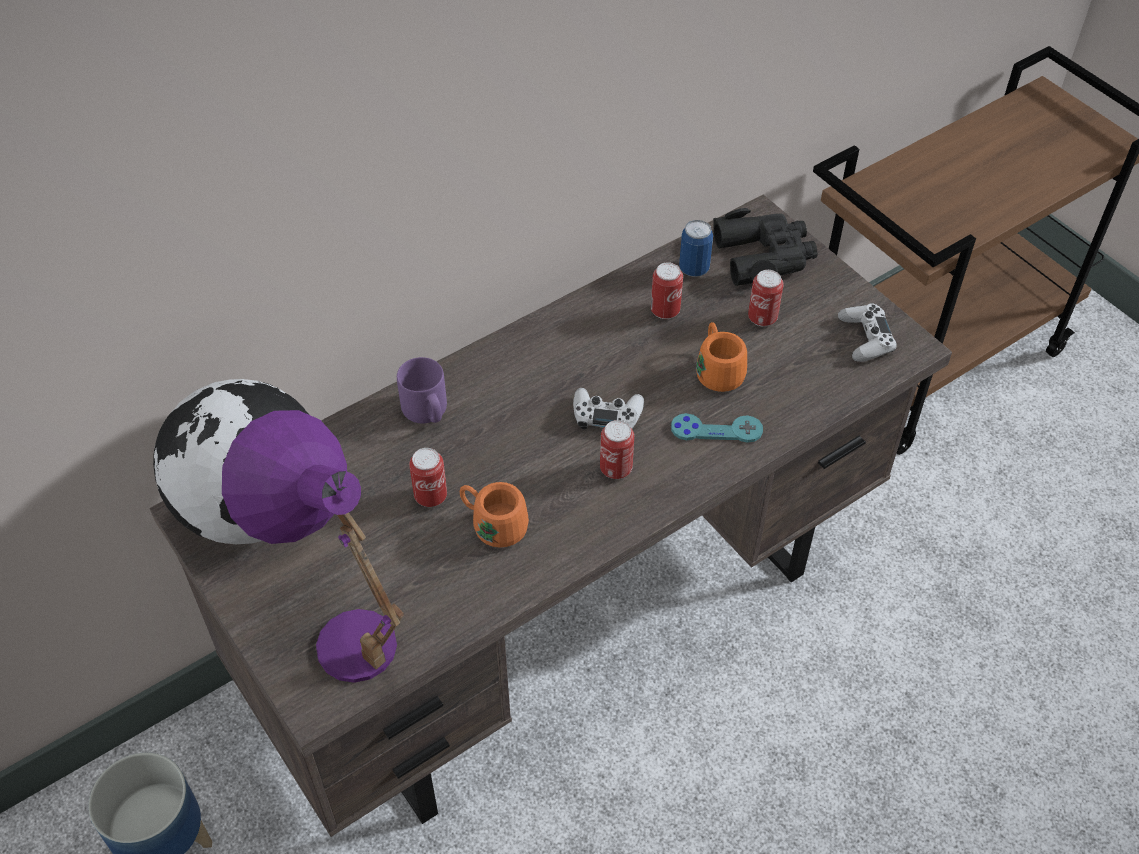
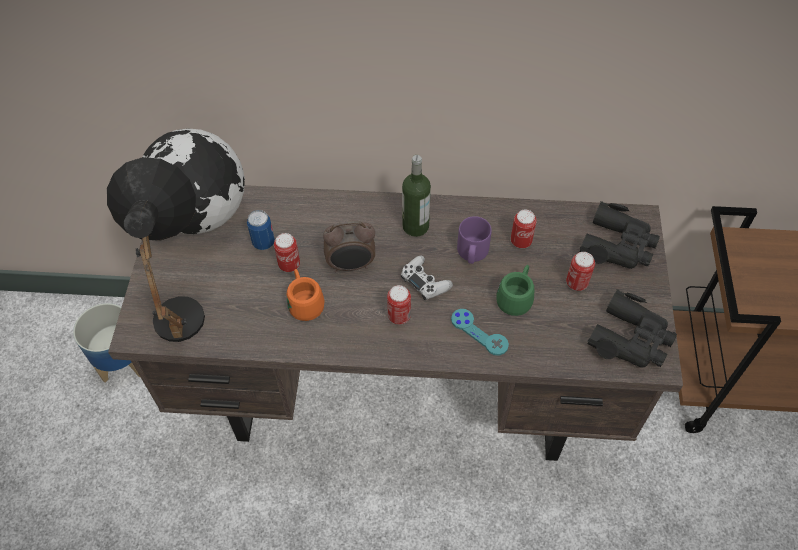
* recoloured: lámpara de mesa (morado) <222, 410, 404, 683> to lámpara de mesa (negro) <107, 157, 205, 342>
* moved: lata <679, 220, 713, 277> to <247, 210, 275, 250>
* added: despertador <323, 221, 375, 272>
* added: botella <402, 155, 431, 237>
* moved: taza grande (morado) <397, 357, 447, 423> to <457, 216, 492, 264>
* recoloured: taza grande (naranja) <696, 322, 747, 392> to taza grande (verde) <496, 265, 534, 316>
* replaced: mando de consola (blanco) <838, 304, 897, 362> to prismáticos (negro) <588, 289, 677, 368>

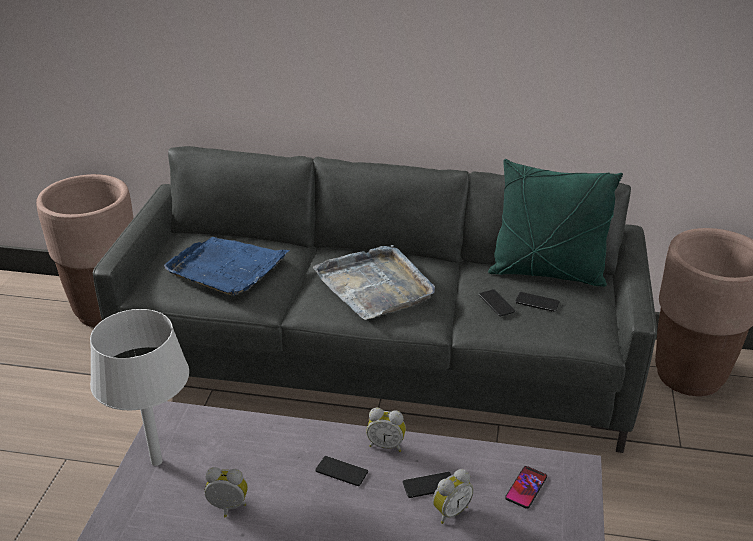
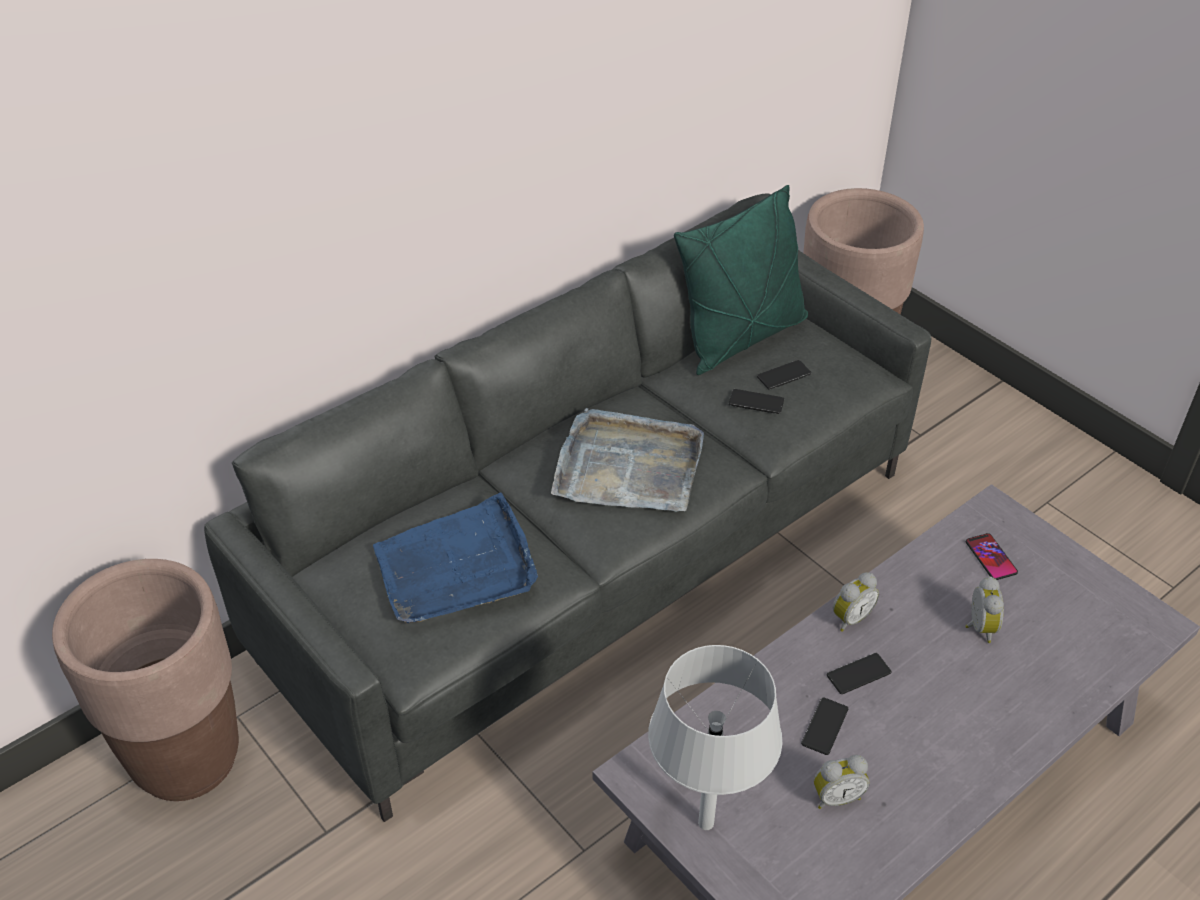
* moved: móvil <403, 472, 451, 498> to <801, 697, 848, 755>
* turned: despertador <204, 467, 248, 517> = <814, 755, 870, 809> 150 degrees counterclockwise

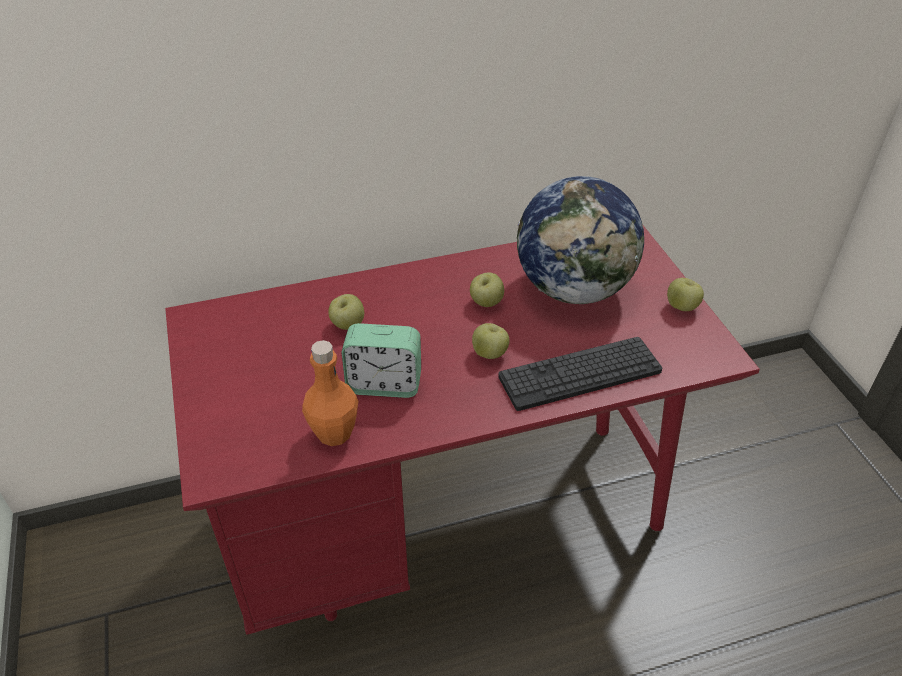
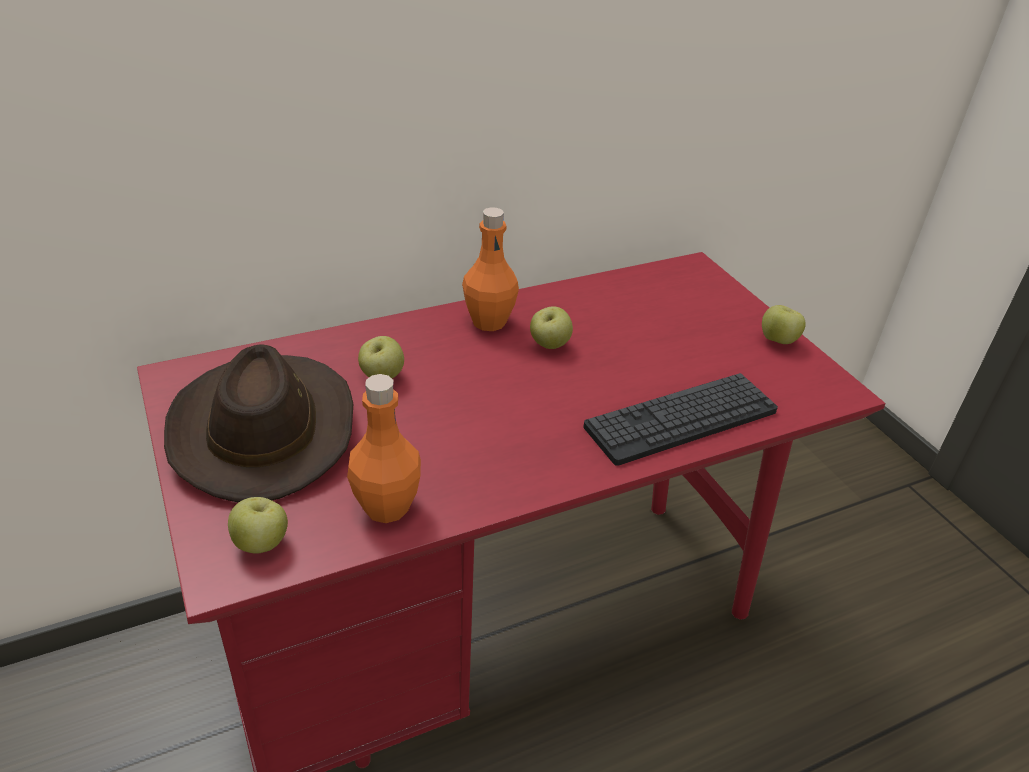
* added: sombrero (marrón) <164, 344, 353, 502>
* moved: manzana <472, 323, 509, 359> to <228, 497, 288, 554>
* added: botella (naranja) <462, 207, 519, 331>
* removed: despertador <342, 323, 421, 398>
* removed: globo terráqueo <517, 176, 644, 304>

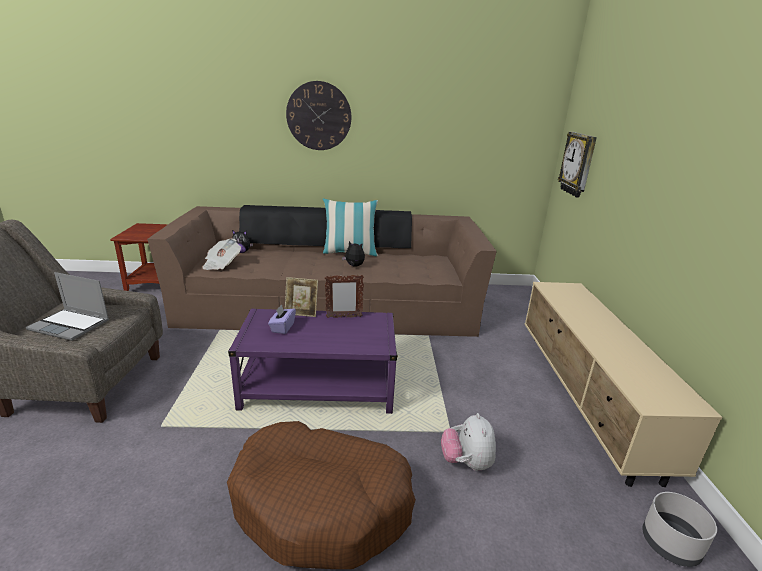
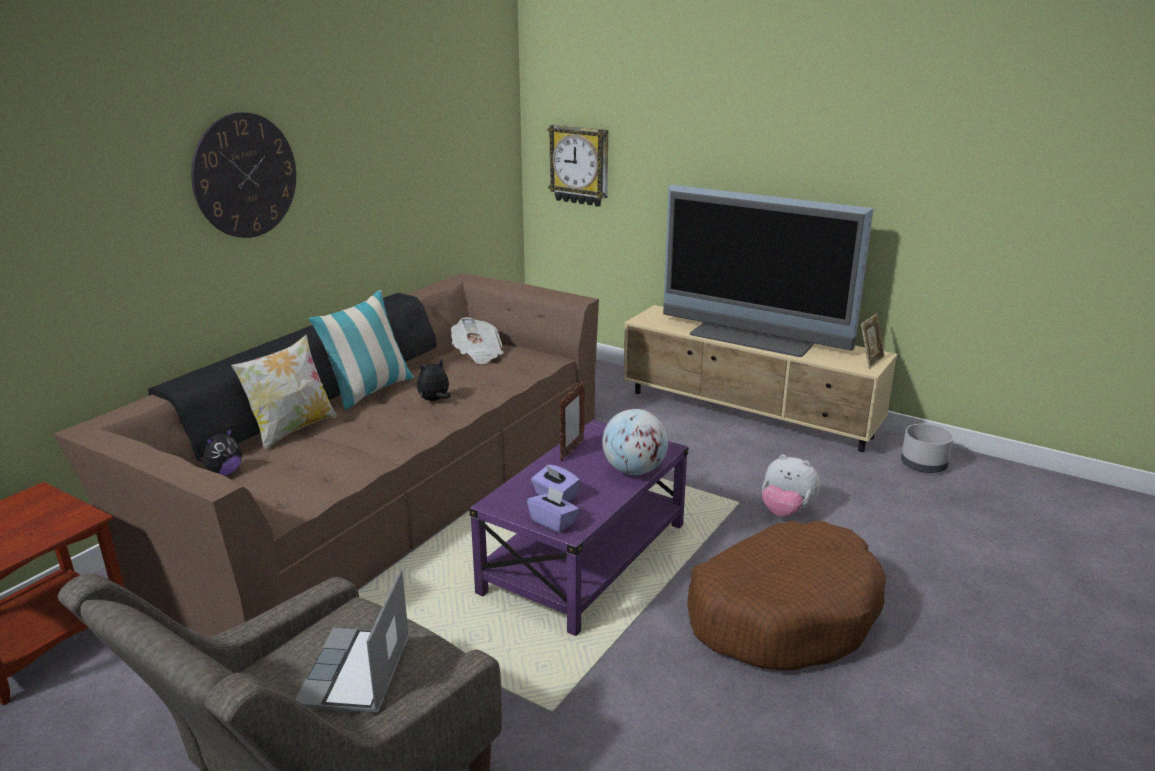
* added: cojín <231, 335, 337, 451>
* turned: portátil <26, 272, 109, 341> = <295, 569, 409, 713> 135 degrees clockwise
* moved: periódico <202, 239, 241, 270> to <451, 317, 503, 365>
* added: caja de pañuelos (morado) <527, 486, 579, 533>
* added: globo terráqueo <602, 409, 668, 475>
* added: televisor <663, 185, 874, 357>
* moved: portarretratos <285, 277, 318, 317> to <861, 314, 885, 368>

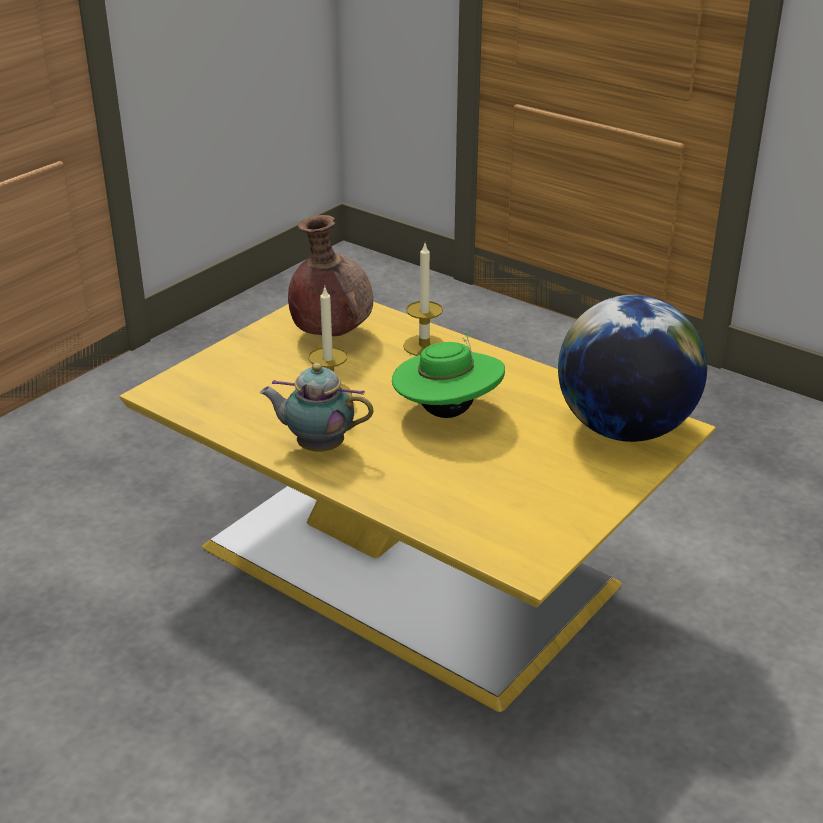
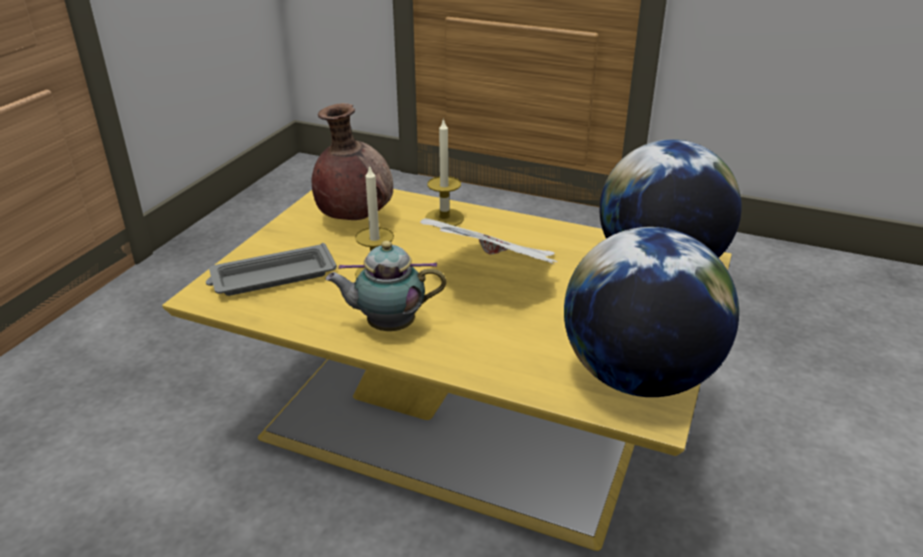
* added: bandeja (gris) <206, 243, 337, 296>
* replaced: sombrero (verde) <392, 333, 505, 418> to periódico <420, 218, 558, 264>
* added: globo terráqueo <564, 227, 739, 397>

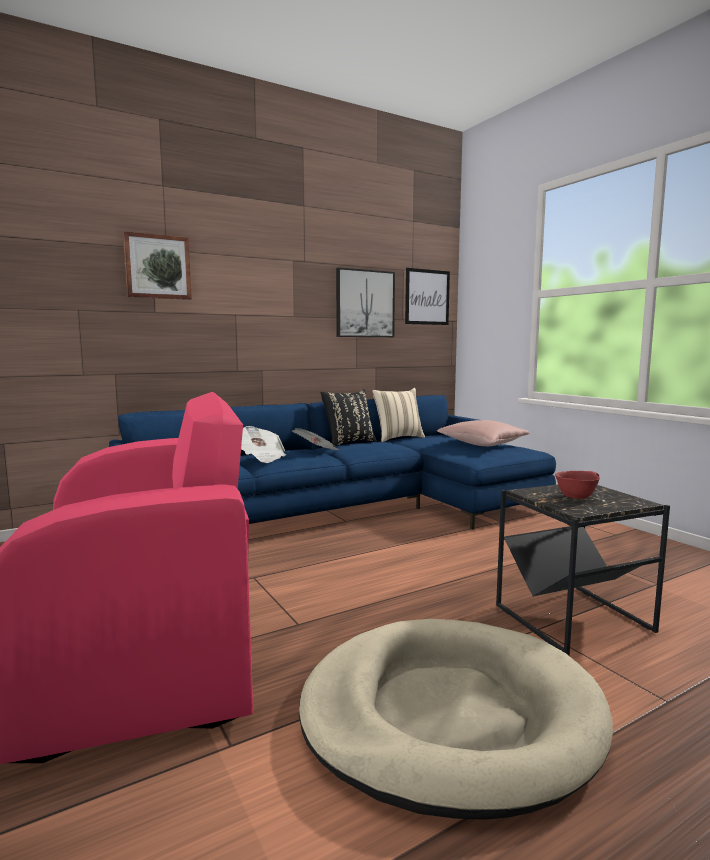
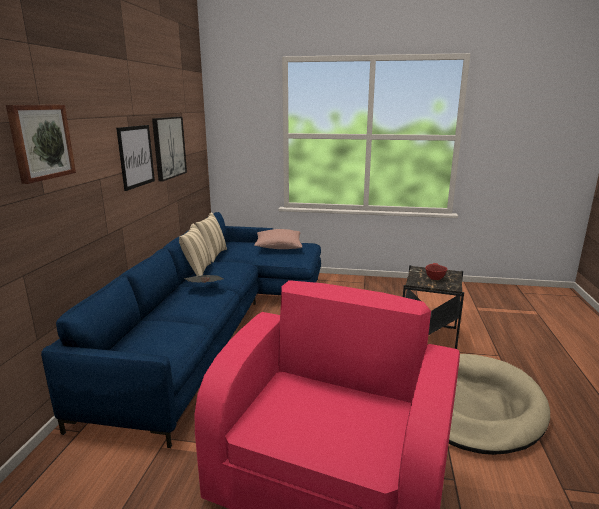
* moved: cuadro <405, 268, 450, 325> to <116, 125, 155, 191>
* recoloured: cojín (negro) <321, 389, 377, 447> to cojín (beis) <179, 224, 211, 276>
* removed: periódico <241, 426, 286, 463>

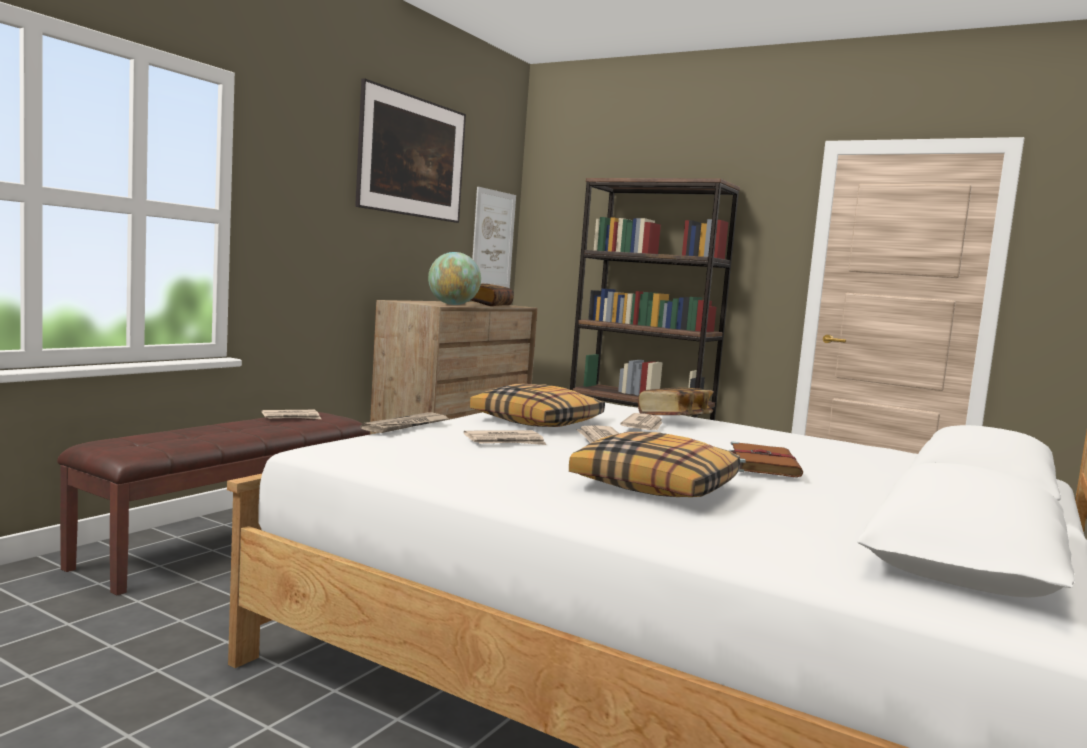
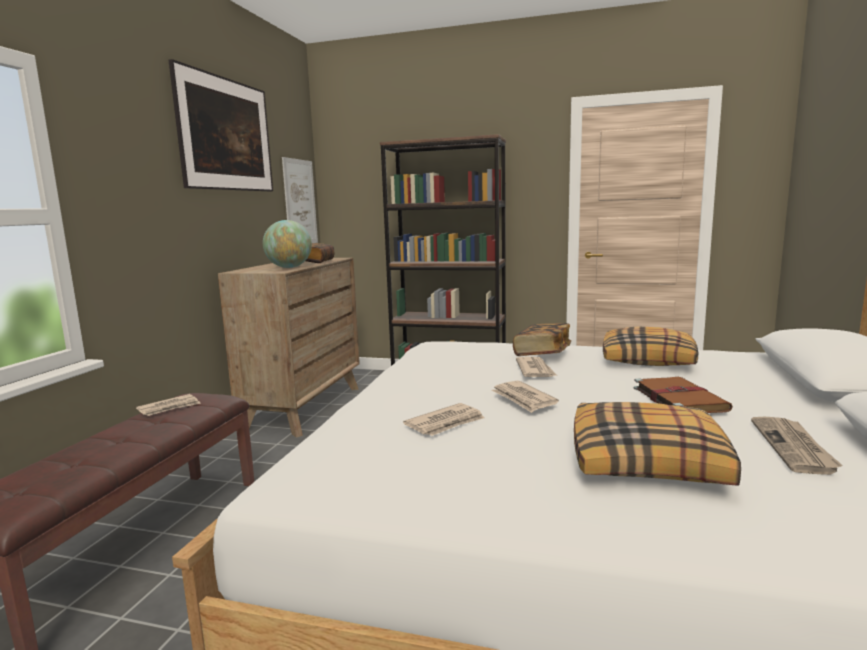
* moved: cojín <470, 383, 605, 427> to <603, 327, 698, 366>
* moved: periódico <360, 412, 450, 433> to <751, 417, 843, 475>

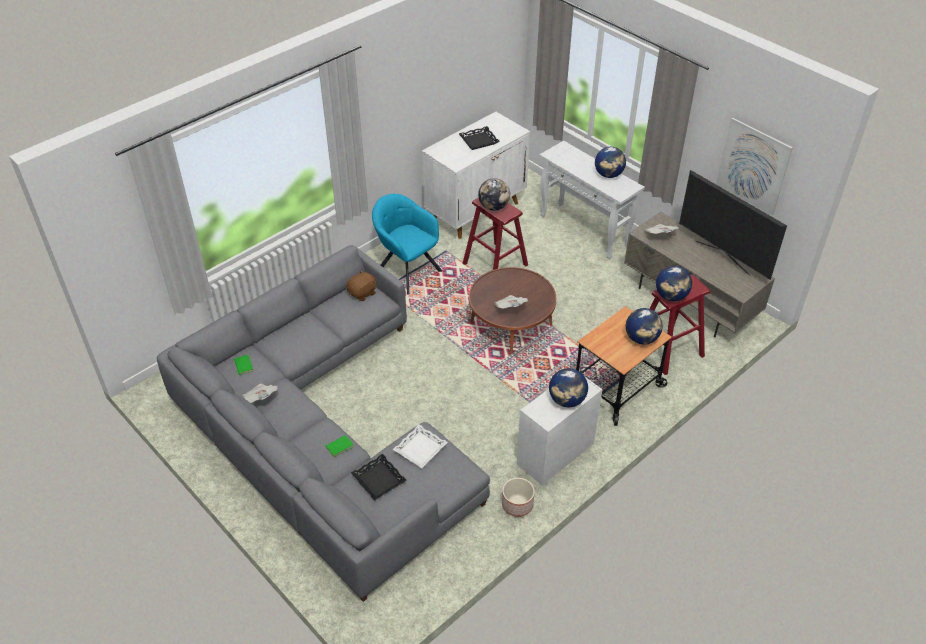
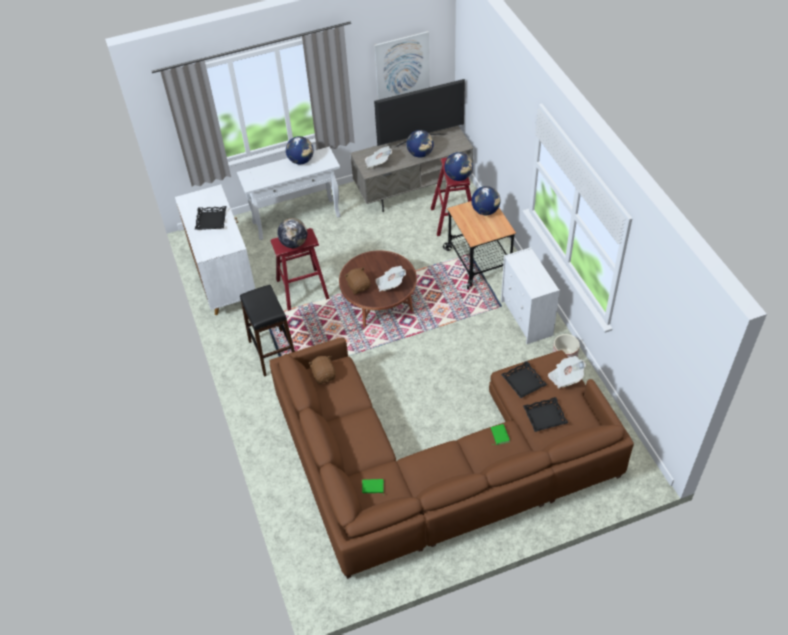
* replaced: sillón (turquesa) <372, 194, 443, 295> to taburete (negro) <240, 285, 295, 377>
* recoloured: sofá (gris) <157, 245, 490, 602> to sofá (marrón) <269, 337, 634, 579>
* added: peluche (marrón) <344, 267, 370, 294>
* moved: globo terráqueo <549, 368, 588, 407> to <406, 130, 434, 158>
* recoloured: bandeja (blanco) <393, 424, 448, 468> to bandeja (negro) <501, 361, 547, 398>
* moved: periódico <242, 384, 278, 403> to <548, 356, 586, 388>

